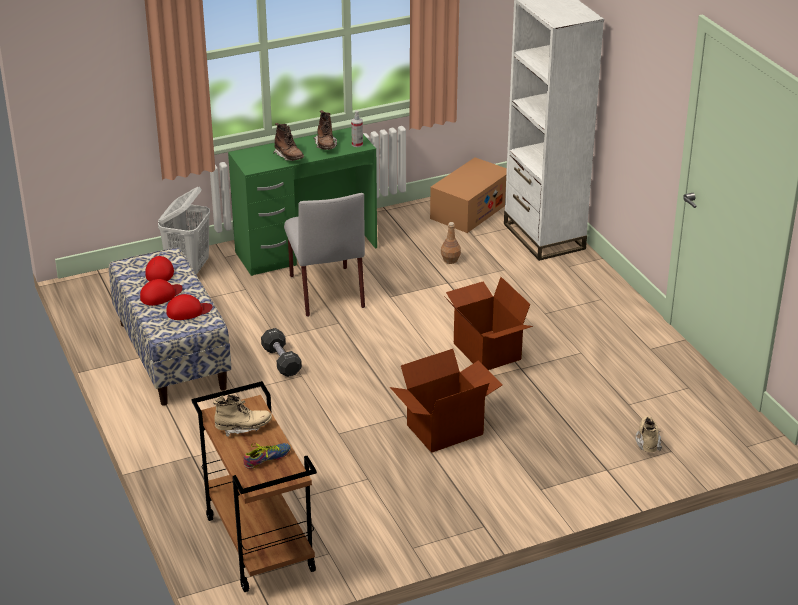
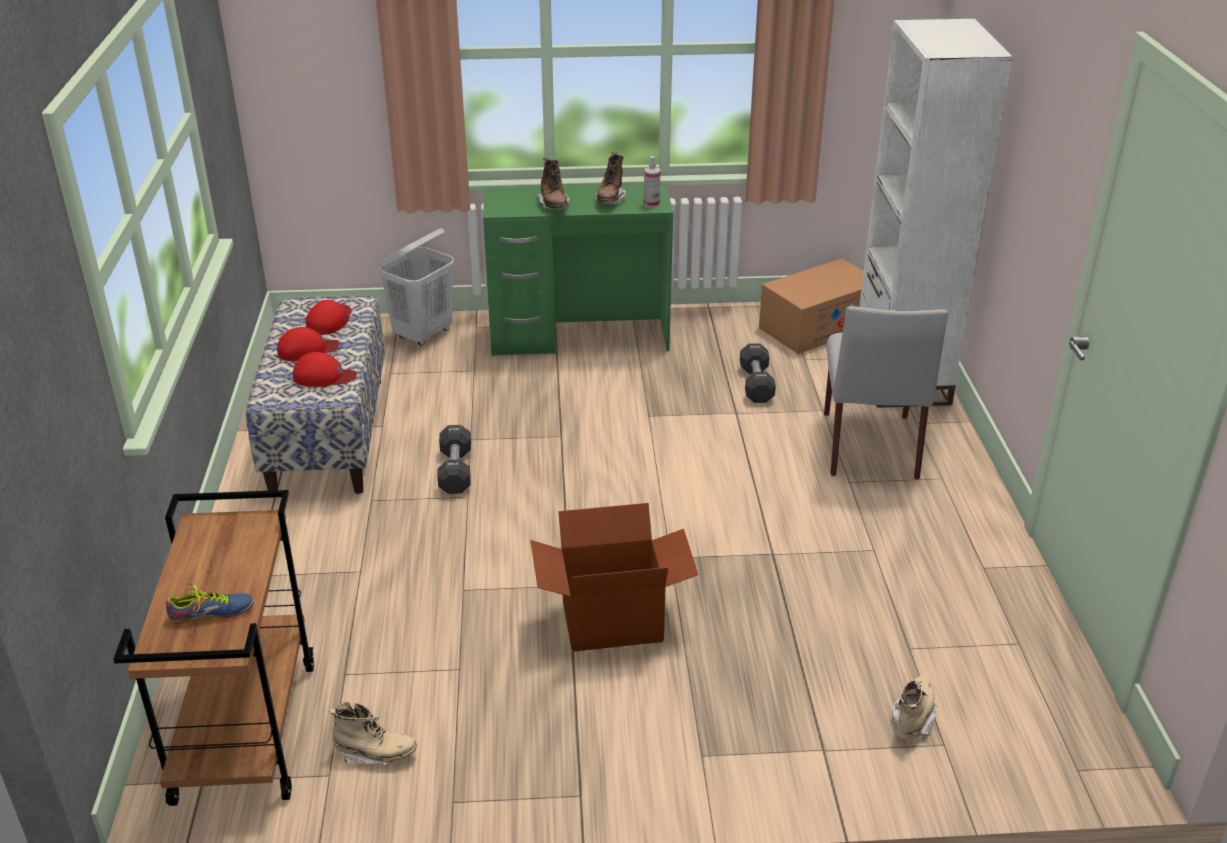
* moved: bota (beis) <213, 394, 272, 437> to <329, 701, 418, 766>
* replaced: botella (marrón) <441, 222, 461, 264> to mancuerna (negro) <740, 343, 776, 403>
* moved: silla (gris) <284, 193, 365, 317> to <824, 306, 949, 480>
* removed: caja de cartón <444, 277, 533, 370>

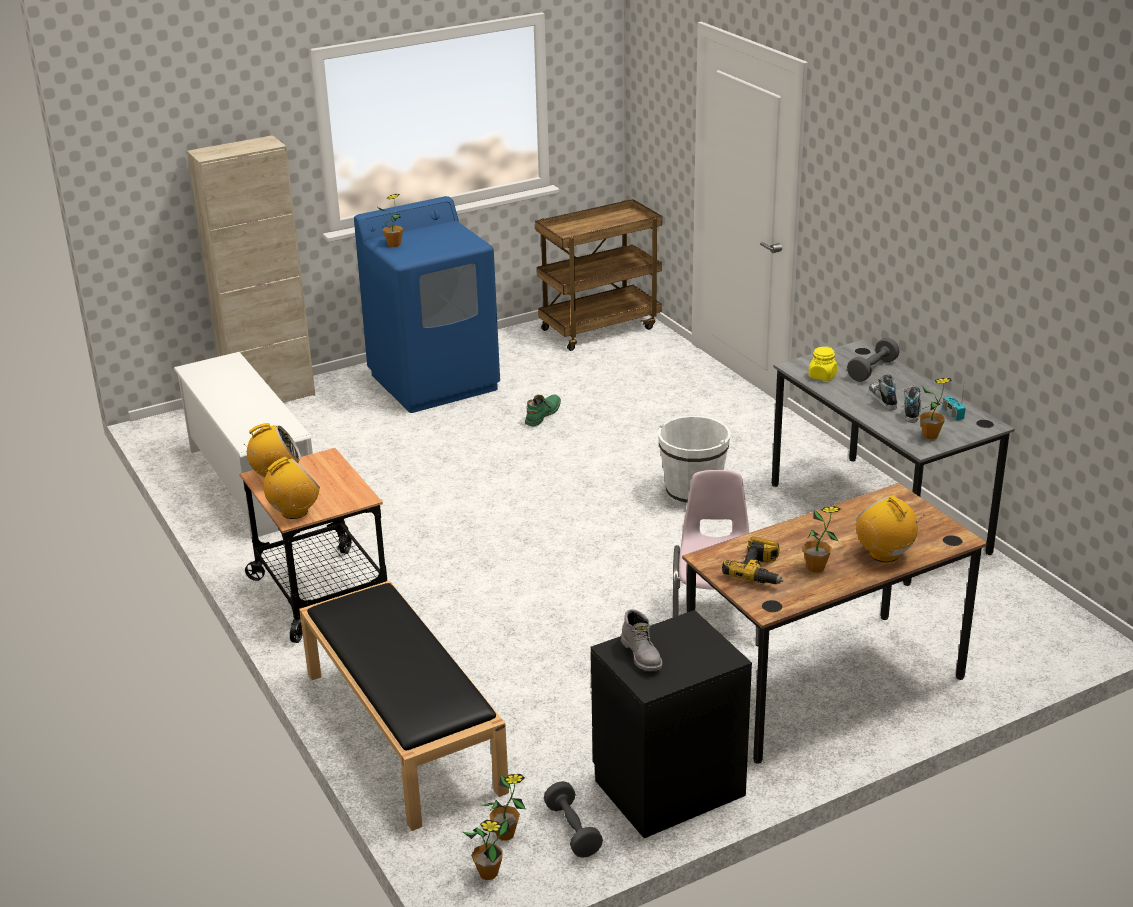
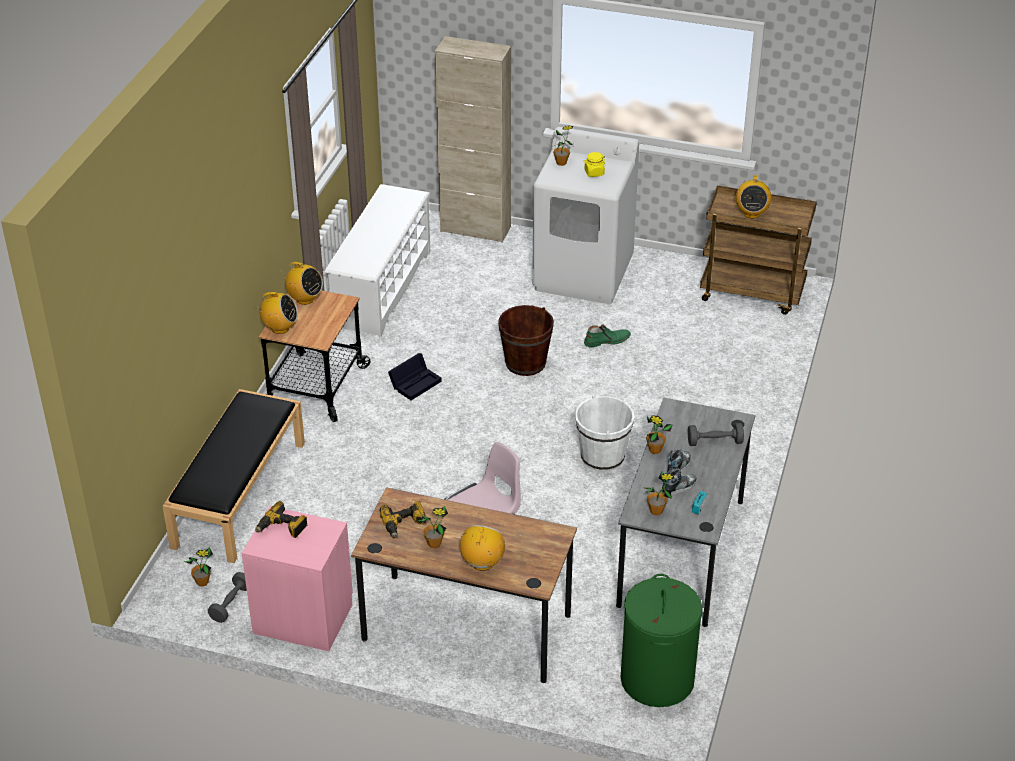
* recoloured: mesita de noche (negro) <591, 610, 752, 838> to mesita de noche (rosa) <242, 506, 353, 651>
* replaced: bota (gris) <621, 609, 662, 671> to taladro <255, 501, 308, 538>
* added: caja de almacenaje (negro) <388, 353, 442, 400>
* added: cubo (marrón) <498, 305, 554, 376>
* recoloured: lavadora (azul) <354, 196, 500, 413> to lavadora (blanco) <532, 127, 639, 304>
* moved: tarro (amarillo) <808, 346, 837, 381> to <583, 152, 606, 177>
* added: cesto de la ropa (verde) <621, 574, 703, 707>
* moved: planta en maceta <463, 820, 510, 880> to <646, 415, 673, 454>
* added: radio <736, 175, 771, 219>

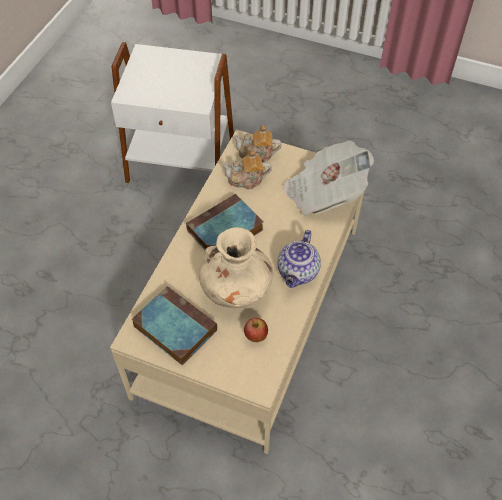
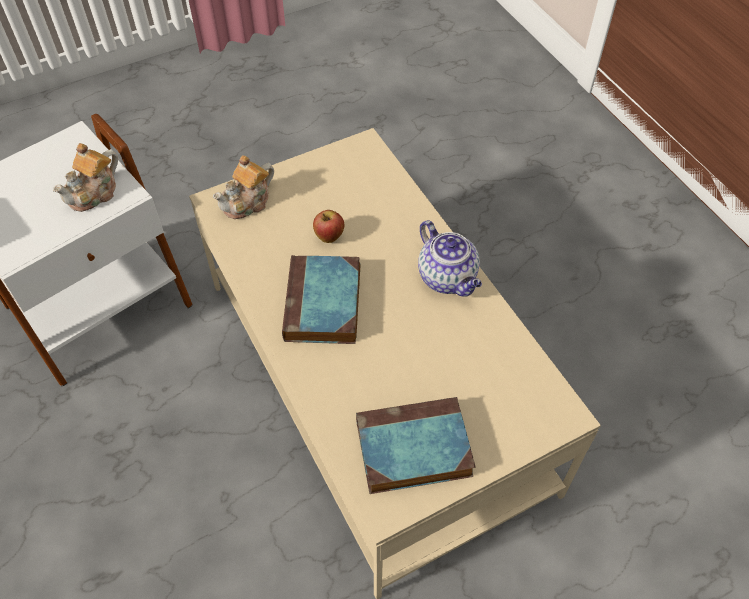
* moved: tetera <222, 150, 272, 189> to <53, 143, 118, 212>
* moved: manzana <244, 318, 268, 342> to <313, 210, 344, 243>
* removed: florero (beis) <199, 227, 274, 308>
* removed: periódico <283, 141, 374, 216>

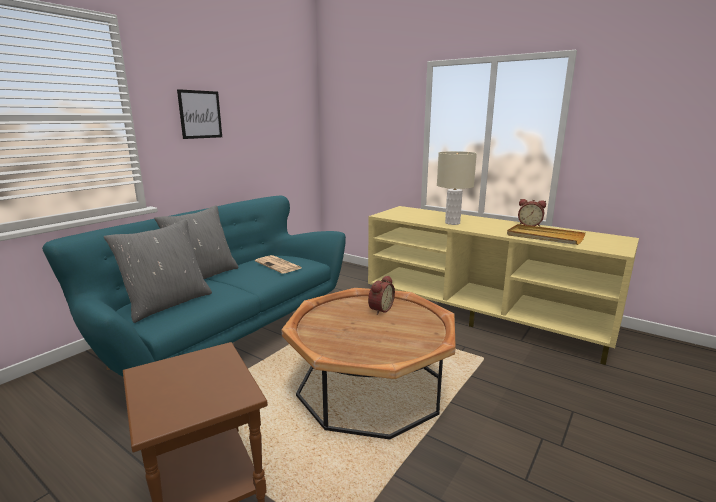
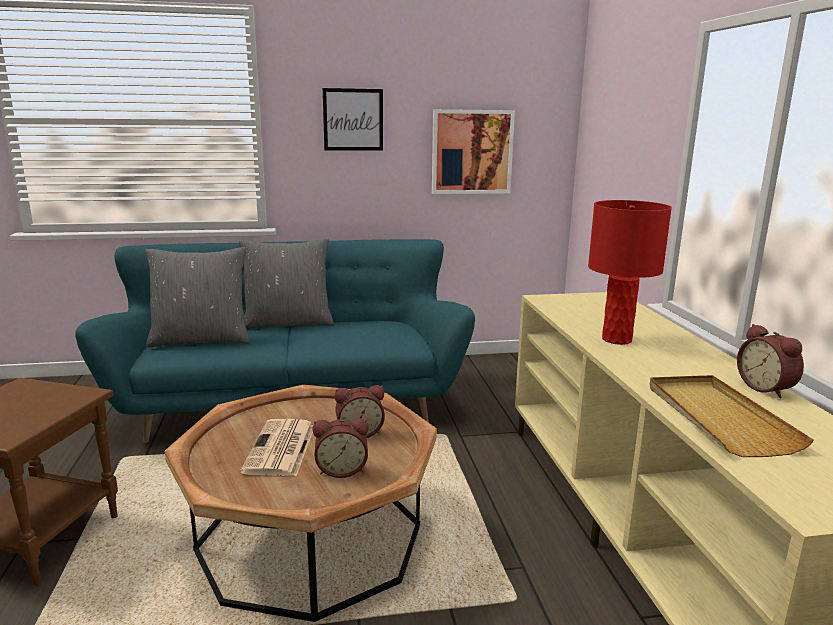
* moved: periódico <255, 255, 301, 274> to <240, 419, 313, 476>
* added: despertador <313, 418, 369, 478>
* added: cuadro <432, 109, 515, 194>
* recoloured: lámpara de mesa (beis) <437, 151, 477, 225> to lámpara de mesa (rojo) <588, 200, 672, 345>

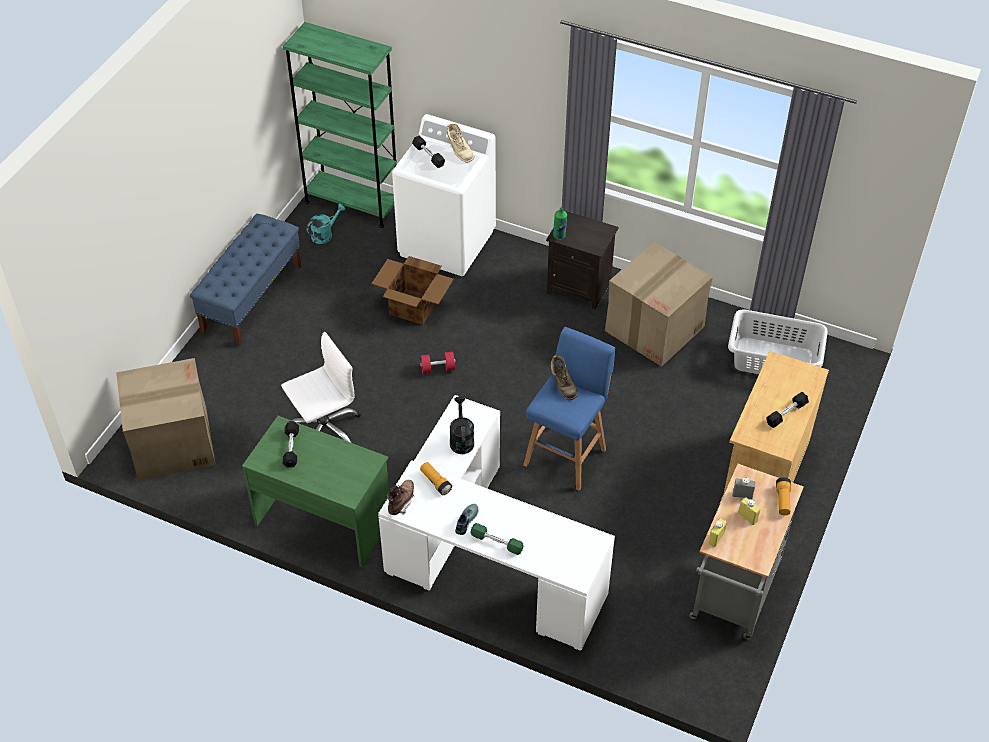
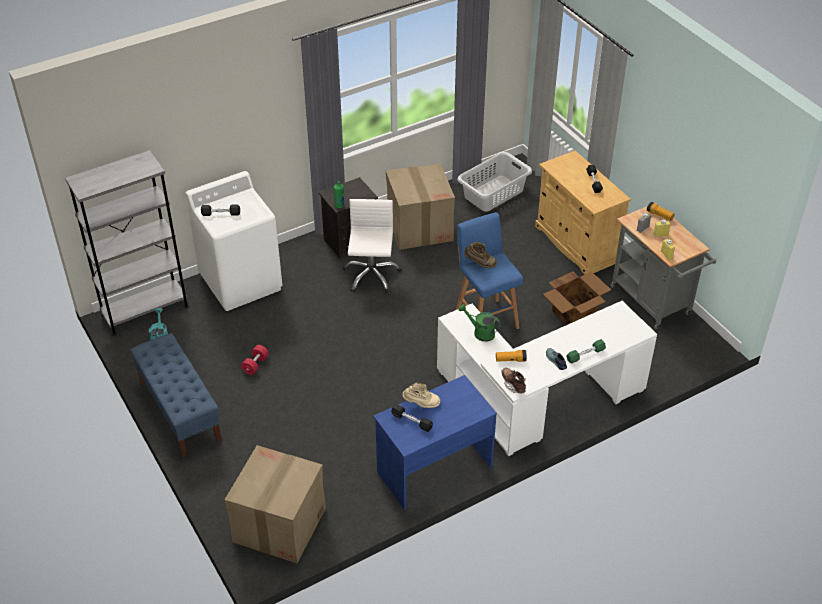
* recoloured: estantería (verde) <283, 22, 397, 228> to estantería (gris) <65, 150, 189, 336>
* moved: mancuerna (rojo) <420, 352, 456, 374> to <241, 345, 269, 375>
* moved: silla de oficina (blanco) <281, 332, 361, 443> to <343, 199, 402, 293>
* recoloured: escritorio (verde) <242, 416, 389, 568> to escritorio (azul) <373, 375, 497, 510>
* moved: bota (beis) <447, 124, 475, 163> to <402, 382, 440, 408>
* recoloured: regadera (negro) <450, 396, 474, 454> to regadera (verde) <459, 304, 501, 342>
* moved: caja de cartón <371, 256, 454, 325> to <543, 271, 611, 325>

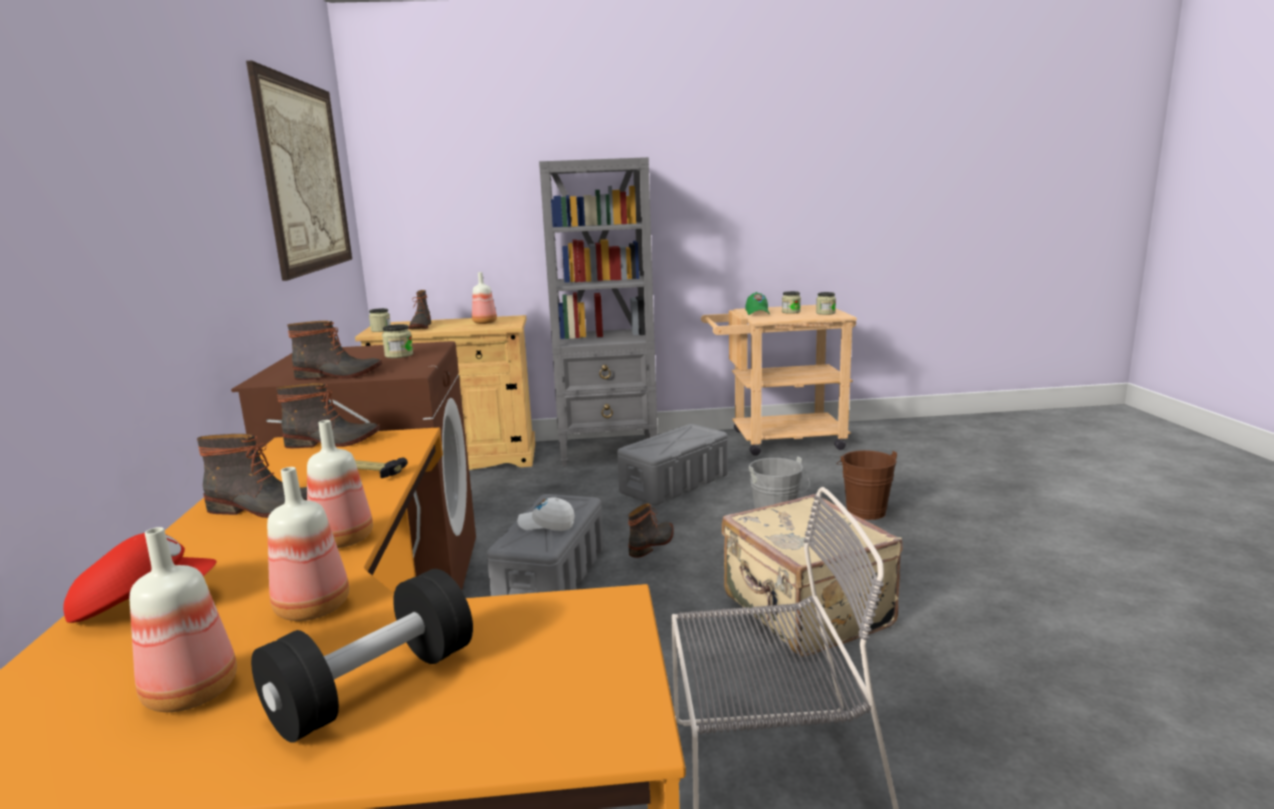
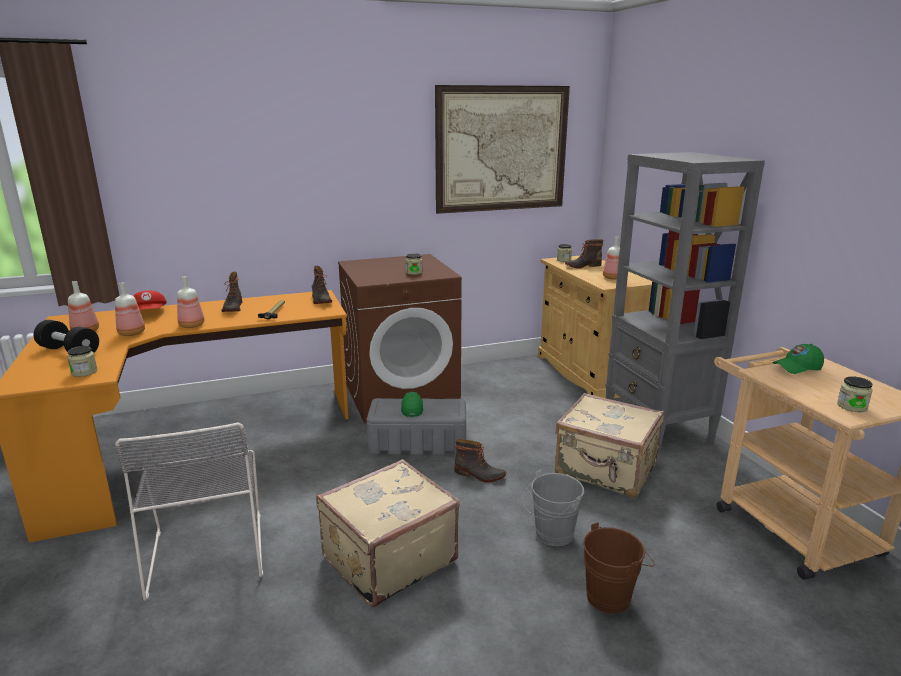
* moved: tarro <782, 291, 801, 314> to <67, 346, 97, 377>
* recoloured: gorra (blanco) <517, 497, 574, 531> to gorra (verde) <401, 392, 423, 417>
* replaced: caja de almacenaje (gris) <617, 424, 728, 505> to maleta (beis) <555, 393, 664, 498>
* removed: bota <287, 321, 382, 380>

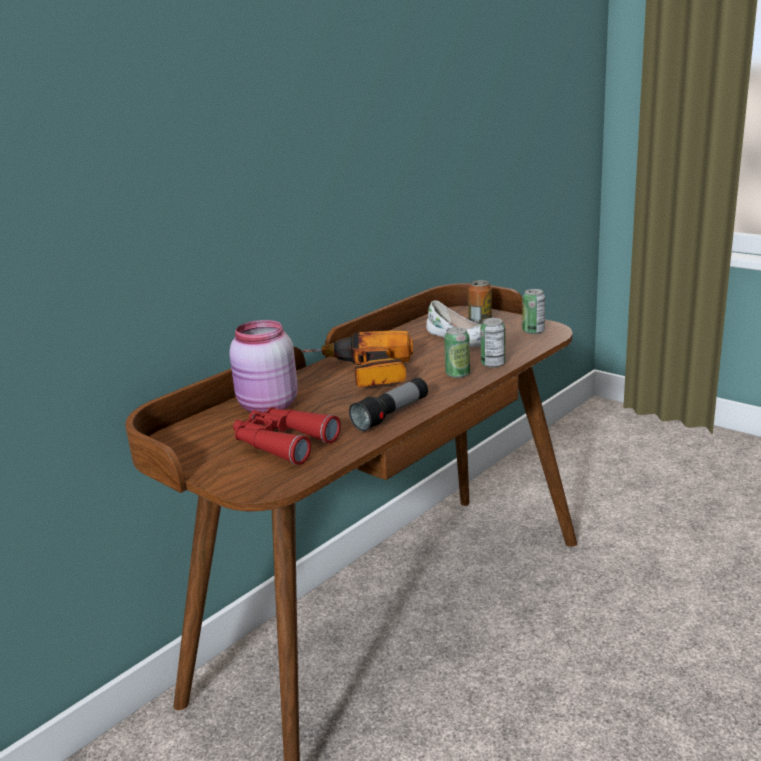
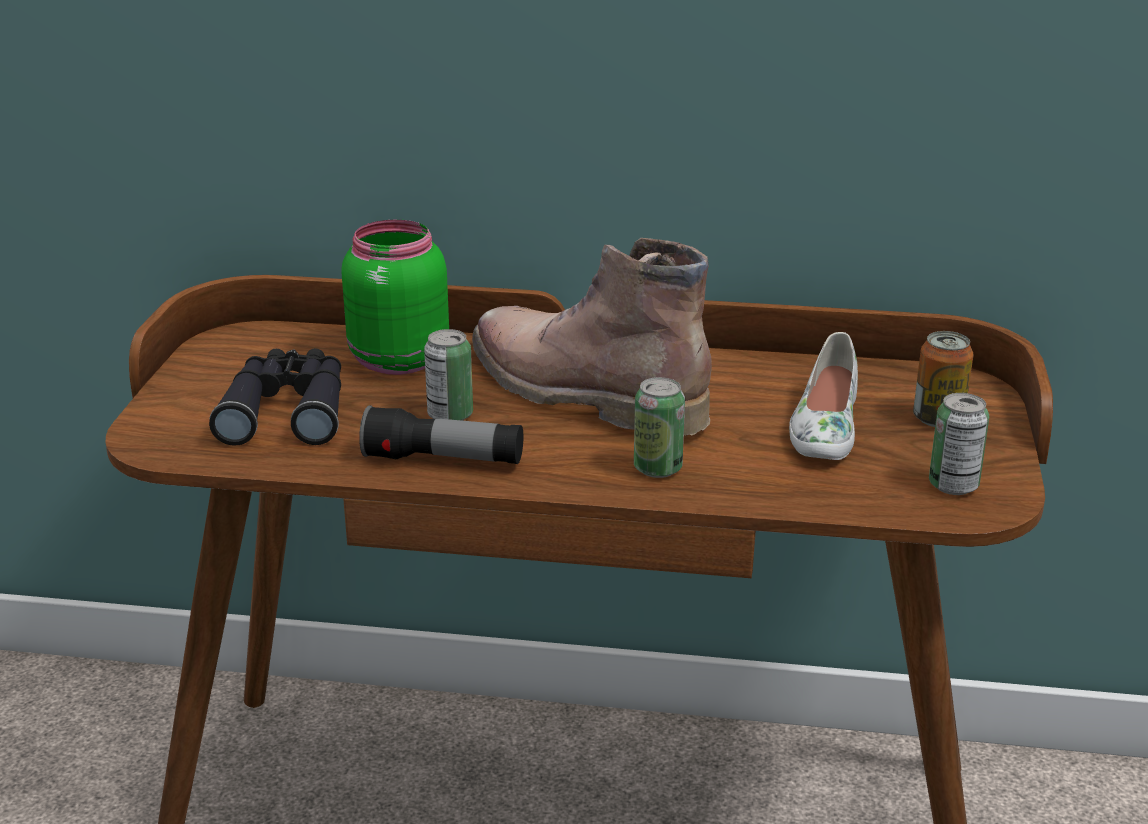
* recoloured: prismáticos (rojo) <233, 407, 341, 465> to prismáticos (negro) <209, 348, 341, 446>
* recoloured: tarro (rosa) <229, 320, 298, 412> to tarro (verde) <341, 220, 449, 375>
* moved: lata <480, 318, 505, 368> to <424, 329, 473, 421>
* replaced: taladro <303, 331, 413, 387> to bota (marrón) <472, 238, 712, 436>

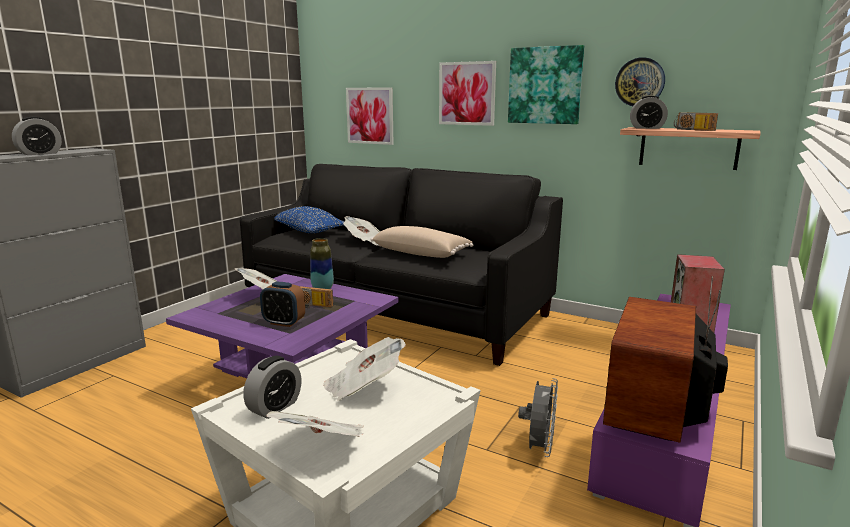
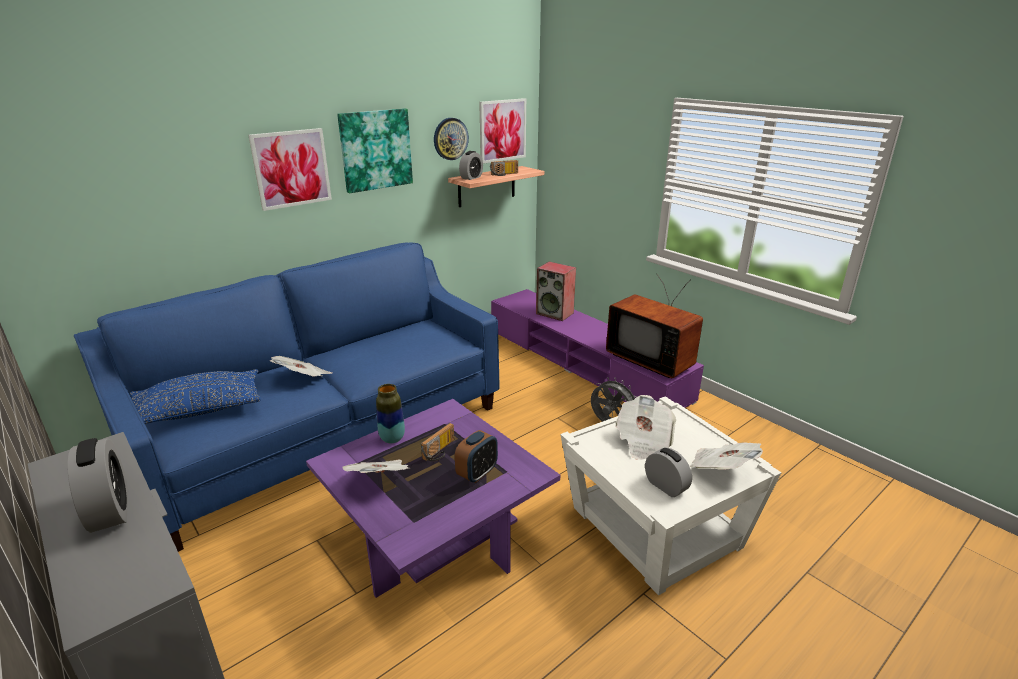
* recoloured: sofá (negro) <240, 164, 563, 366> to sofá (azul) <74, 242, 500, 552>
* moved: cuadro <346, 87, 394, 145> to <479, 98, 526, 164>
* removed: cojín (beis) <370, 226, 473, 258>

